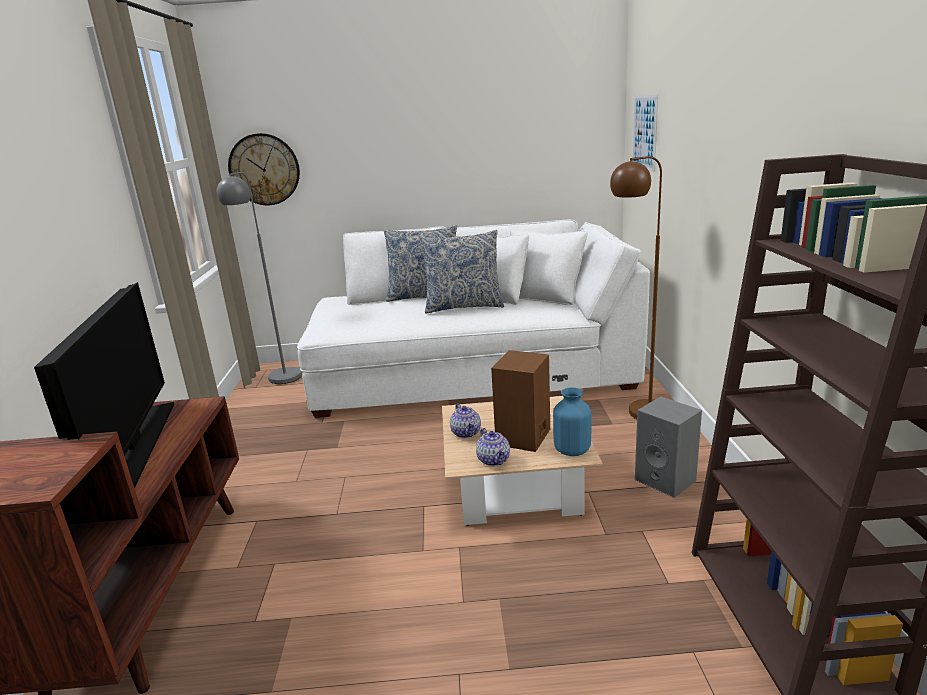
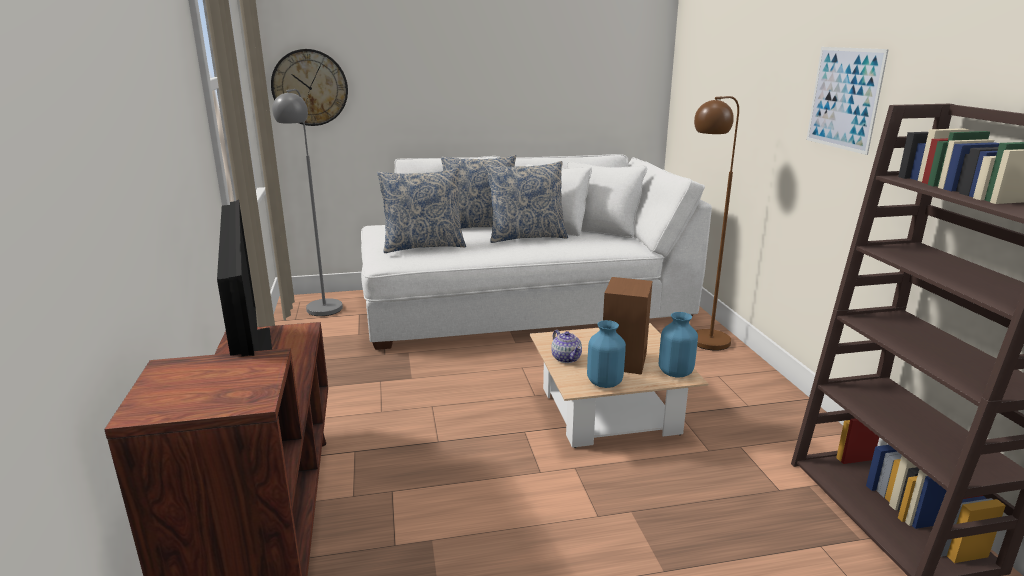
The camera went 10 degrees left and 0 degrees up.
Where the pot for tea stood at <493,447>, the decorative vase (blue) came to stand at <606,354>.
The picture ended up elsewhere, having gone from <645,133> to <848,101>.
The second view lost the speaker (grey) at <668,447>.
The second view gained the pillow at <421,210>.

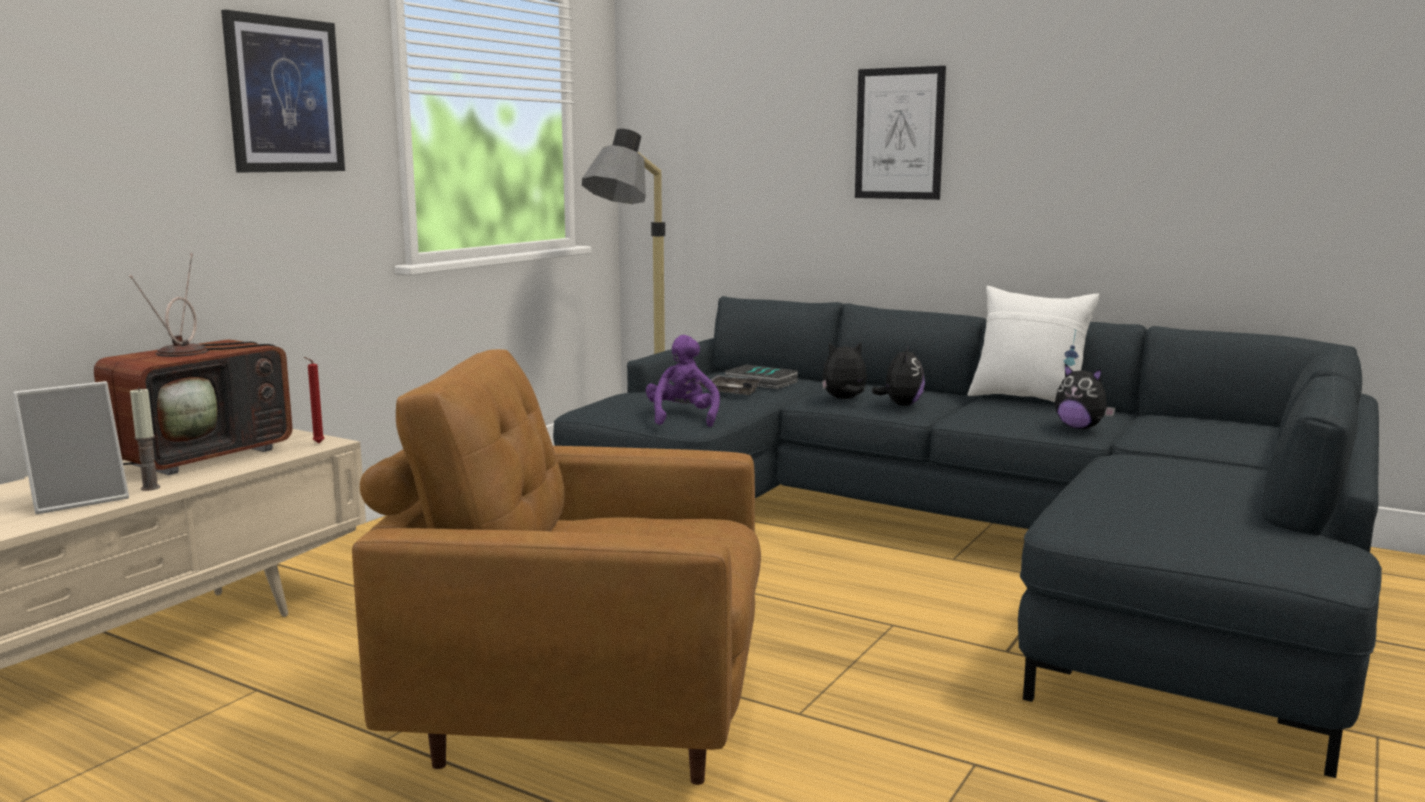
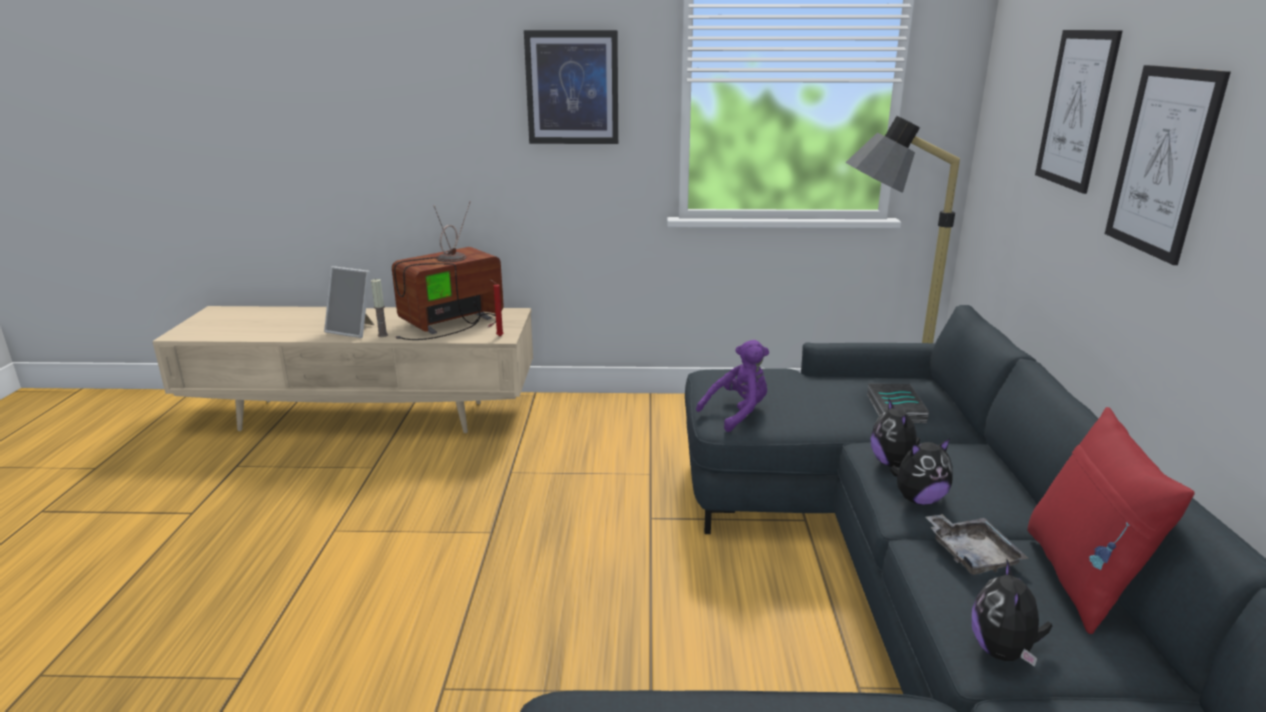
The camera went 60 degrees right and 10 degrees up.
The TV at <193,364> ended up facing another way, 135 degrees clockwise from before.
The second view lost the lounge chair (brownish) at <556,567>.
The serving tray (grey) ended up elsewhere, having gone from <730,385> to <976,544>.
The plush toy at <844,370> ended up facing another way, 150 degrees counterclockwise from before.
What was the pillow (whitish) at <1033,344> turned into the pillow (red) at <1111,520>.
The second view gained the picture at <1079,112>.

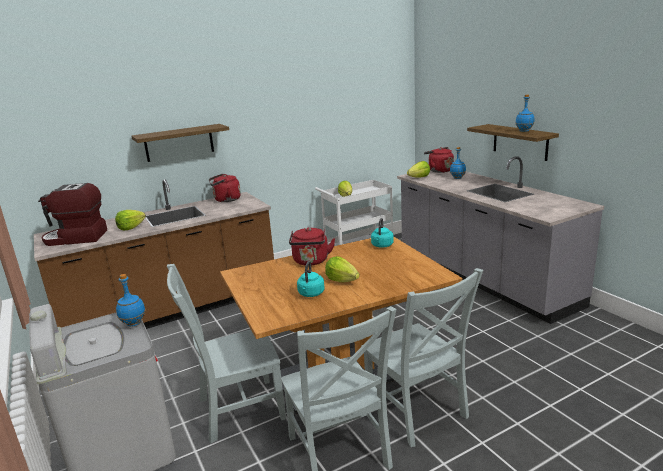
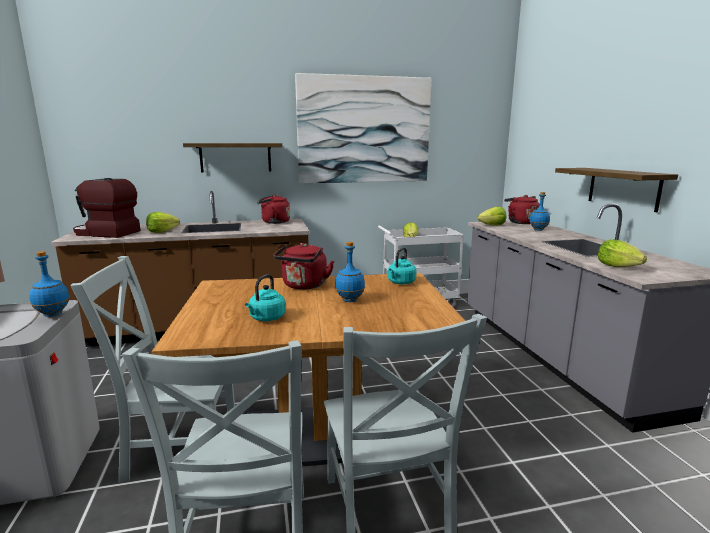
The camera went 15 degrees right and 5 degrees down.
The lettuce ended up elsewhere, having gone from <342,269> to <622,253>.
The drink bottle (blue) ended up elsewhere, having gone from <525,113> to <350,272>.
The second view gained the picture at <363,128>.

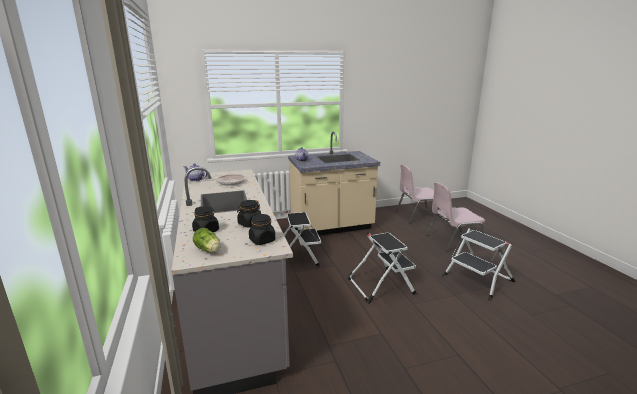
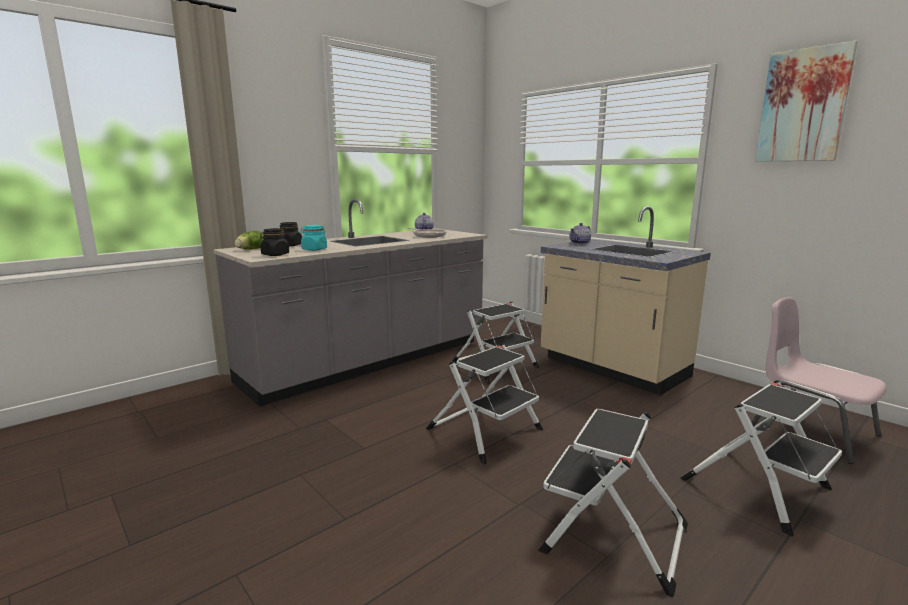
The camera went 65 degrees right and 5 degrees down.
What was the jar (blackish) at <249,213> turned into the jar (turquoise) at <313,238>.
Where the upright chair (pink) stood at <455,217>, the step ladder came to stand at <761,458>.
The second view gained the picture at <806,101>.

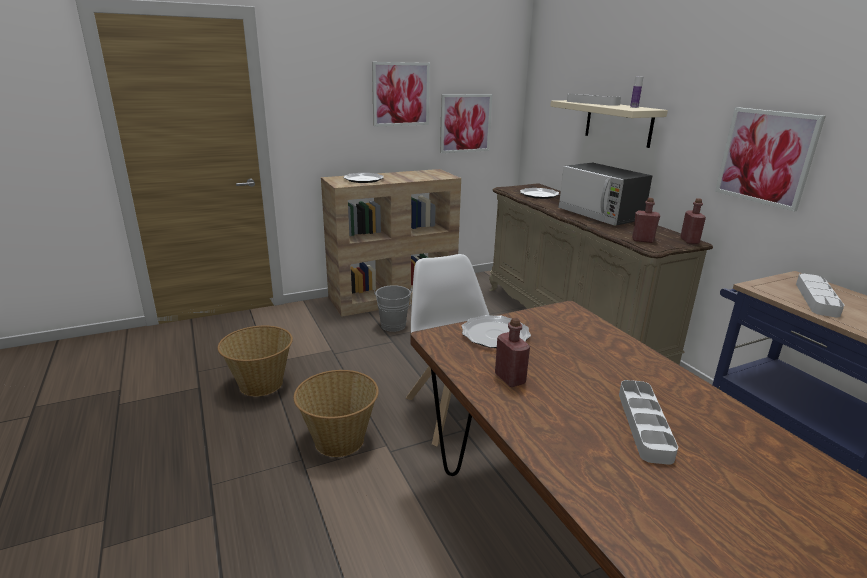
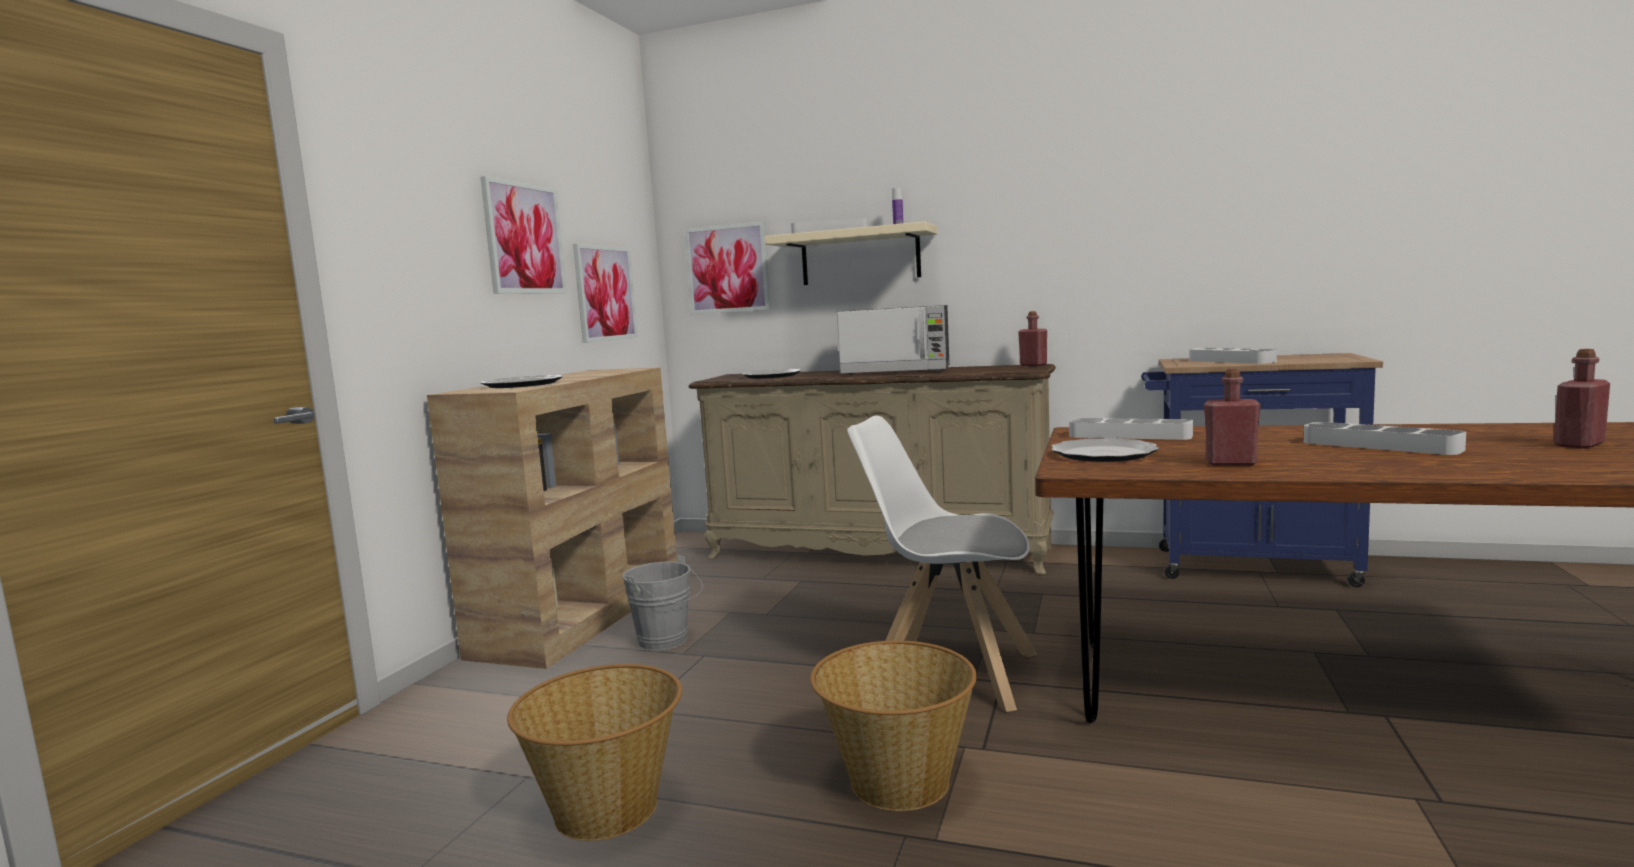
The camera went 45 degrees left and 15 degrees down.
The drink bottle (red) ended up elsewhere, having gone from <646,220> to <1582,399>.
The picture ended up elsewhere, having gone from <770,159> to <727,268>.
The second view gained the serving tray (grey) at <1131,429>.

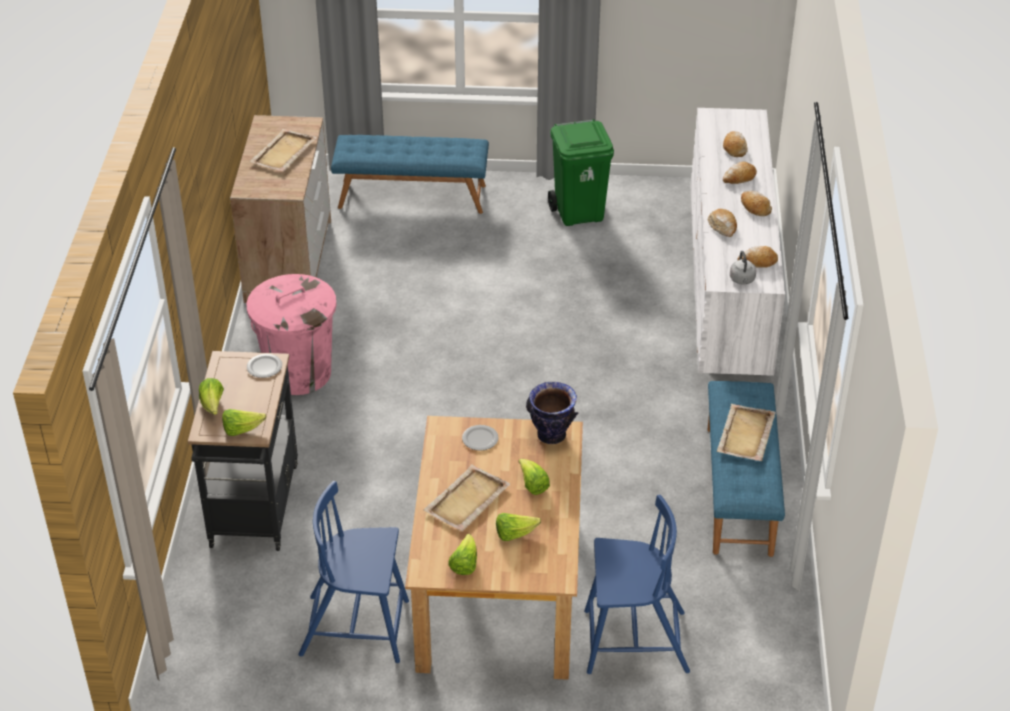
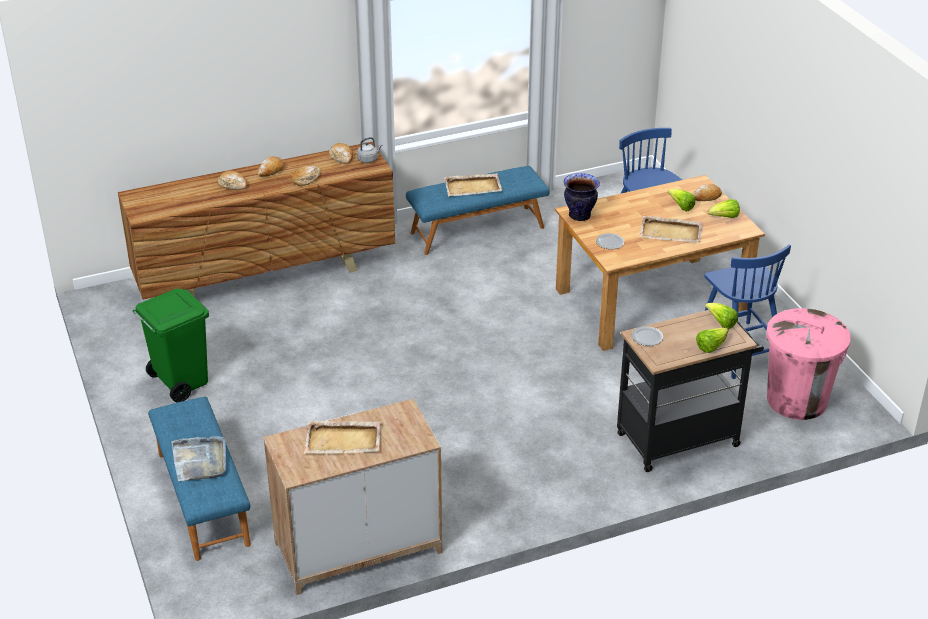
The camera went 115 degrees left and 5 degrees down.
The waste bin (pink) ended up elsewhere, having gone from <292,334> to <808,364>.
The second view lost the lettuce at <534,477>.
What was the storage cabinet (whitish) at <738,242> turned into the storage cabinet (brownish) at <256,221>.
The bread ended up elsewhere, having gone from <735,144> to <707,192>.
The second view gained the serving tray (grey) at <199,458>.

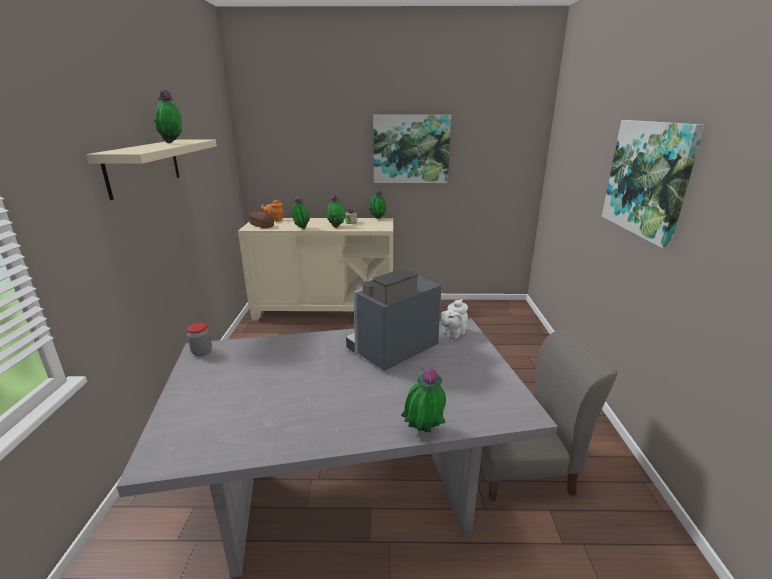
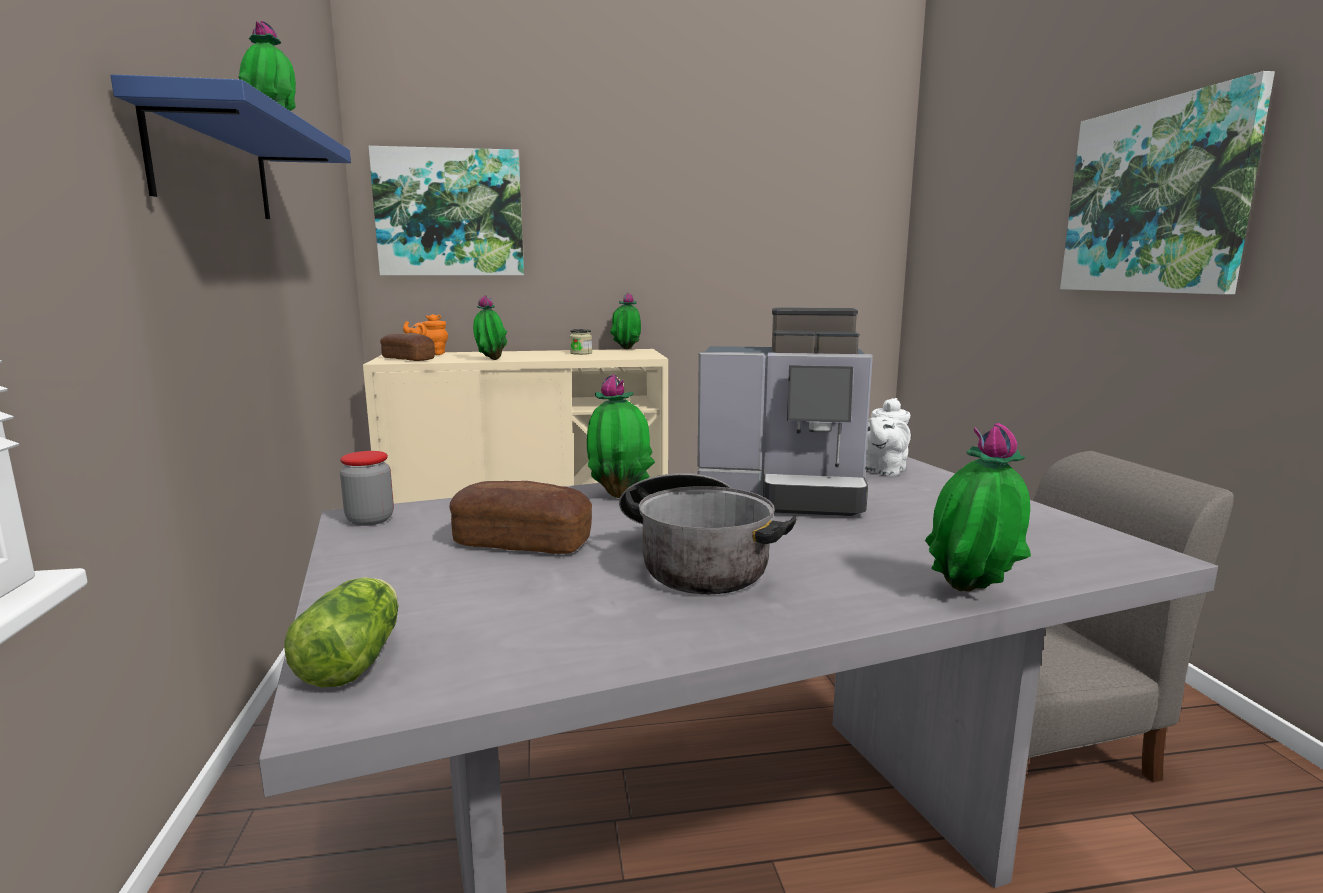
The camera went 10 degrees left and 10 degrees down.
What was the bracket shelf (beige-coloured) at <151,170> turned into the bracket shelf (blue) at <231,146>.
The plant in a pot ended up elsewhere, having gone from <336,211> to <621,436>.
The coffee brewer at <394,319> ended up facing another way, 120 degrees counterclockwise from before.
The picture ended up elsewhere, having gone from <412,149> to <446,210>.
The second view gained the lettuce at <341,632>.
The second view gained the bread at <520,517>.
The second view gained the stockpot at <707,533>.

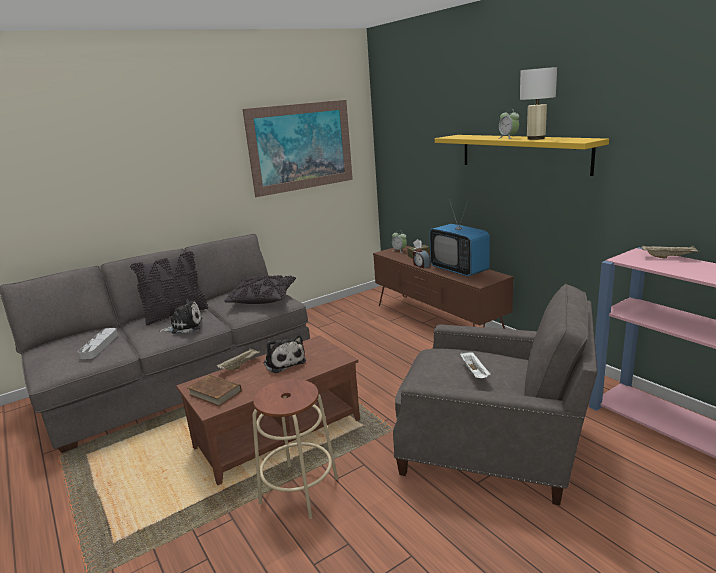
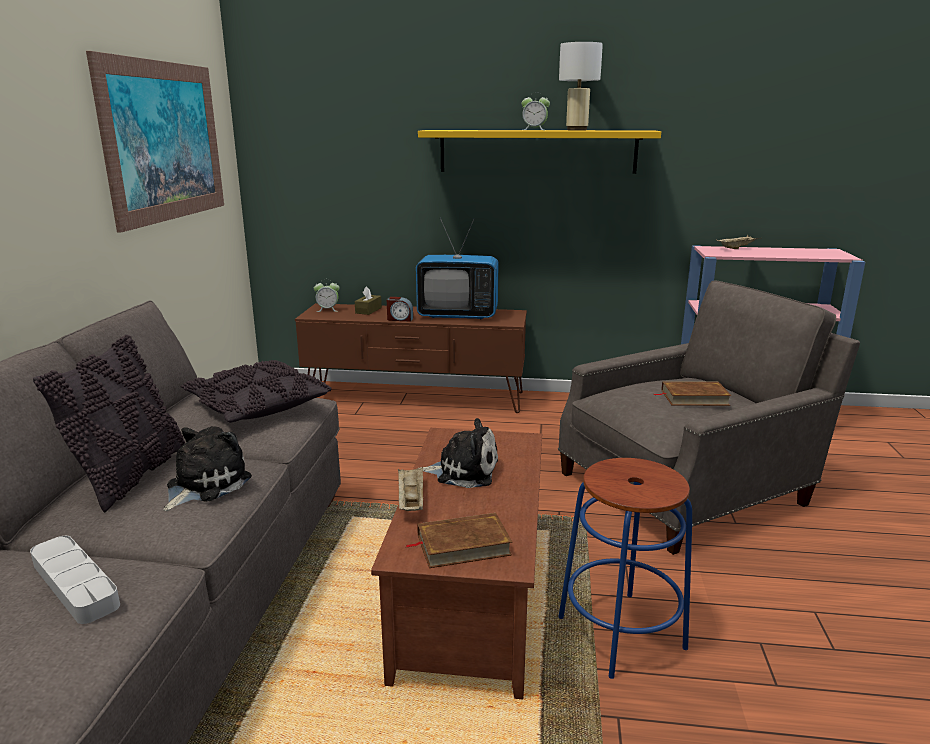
The camera went 50 degrees left and 0 degrees up.
What was the stool seat (beige-coloured) at <295,449> turned into the stool seat (blue) at <625,568>.
Where the serving tray (whitish) stood at <475,365>, the volume (brownish) came to stand at <693,393>.

